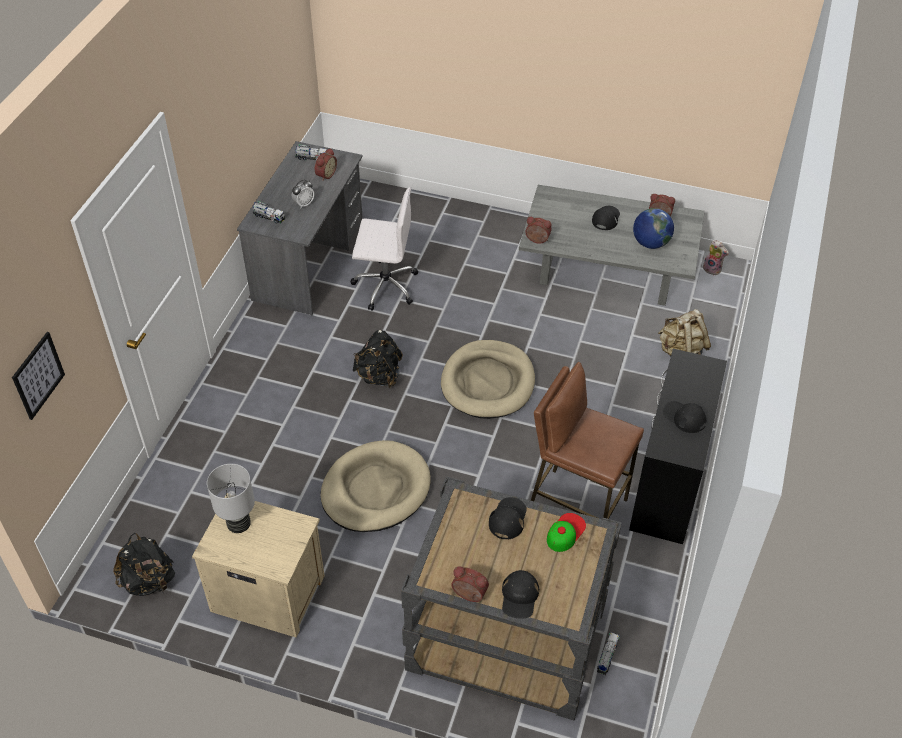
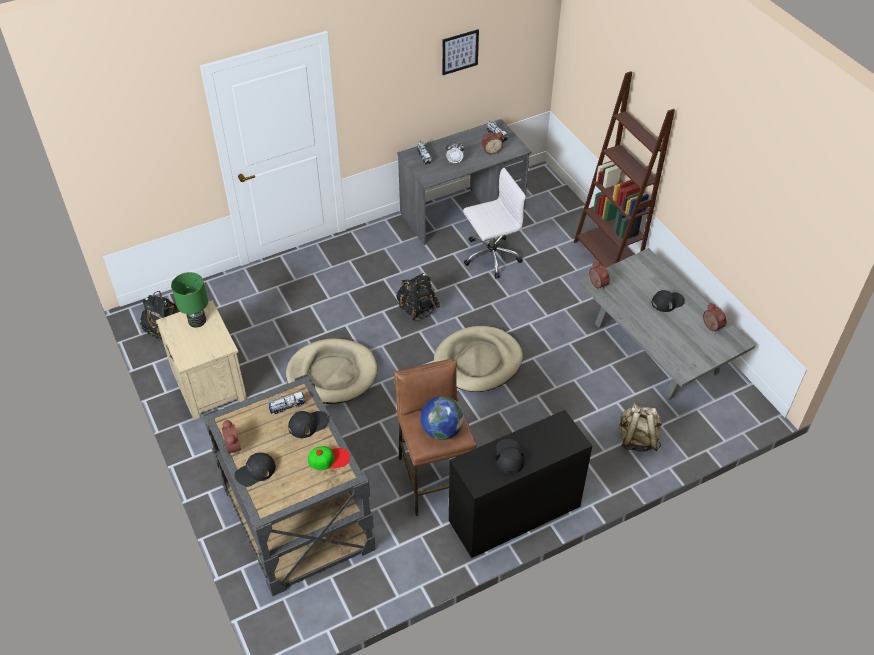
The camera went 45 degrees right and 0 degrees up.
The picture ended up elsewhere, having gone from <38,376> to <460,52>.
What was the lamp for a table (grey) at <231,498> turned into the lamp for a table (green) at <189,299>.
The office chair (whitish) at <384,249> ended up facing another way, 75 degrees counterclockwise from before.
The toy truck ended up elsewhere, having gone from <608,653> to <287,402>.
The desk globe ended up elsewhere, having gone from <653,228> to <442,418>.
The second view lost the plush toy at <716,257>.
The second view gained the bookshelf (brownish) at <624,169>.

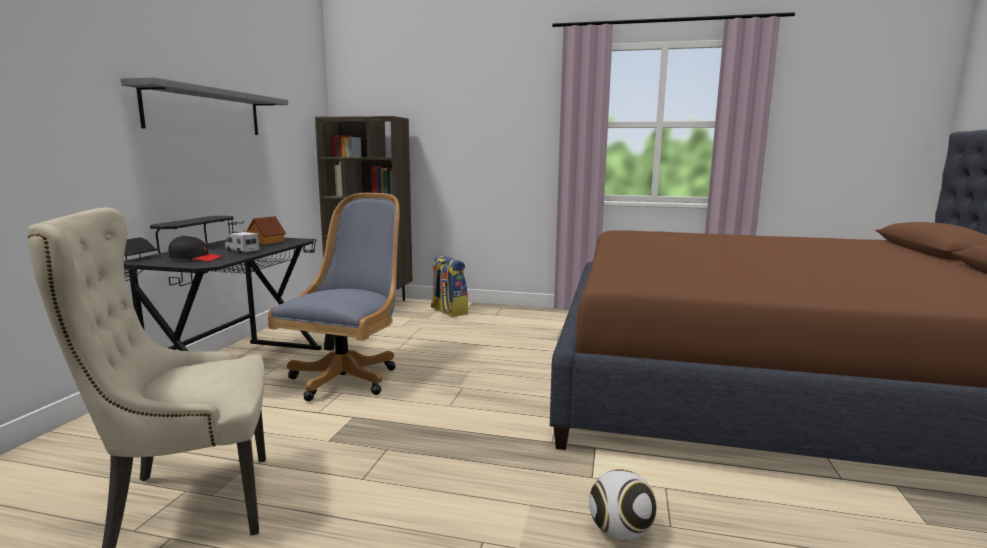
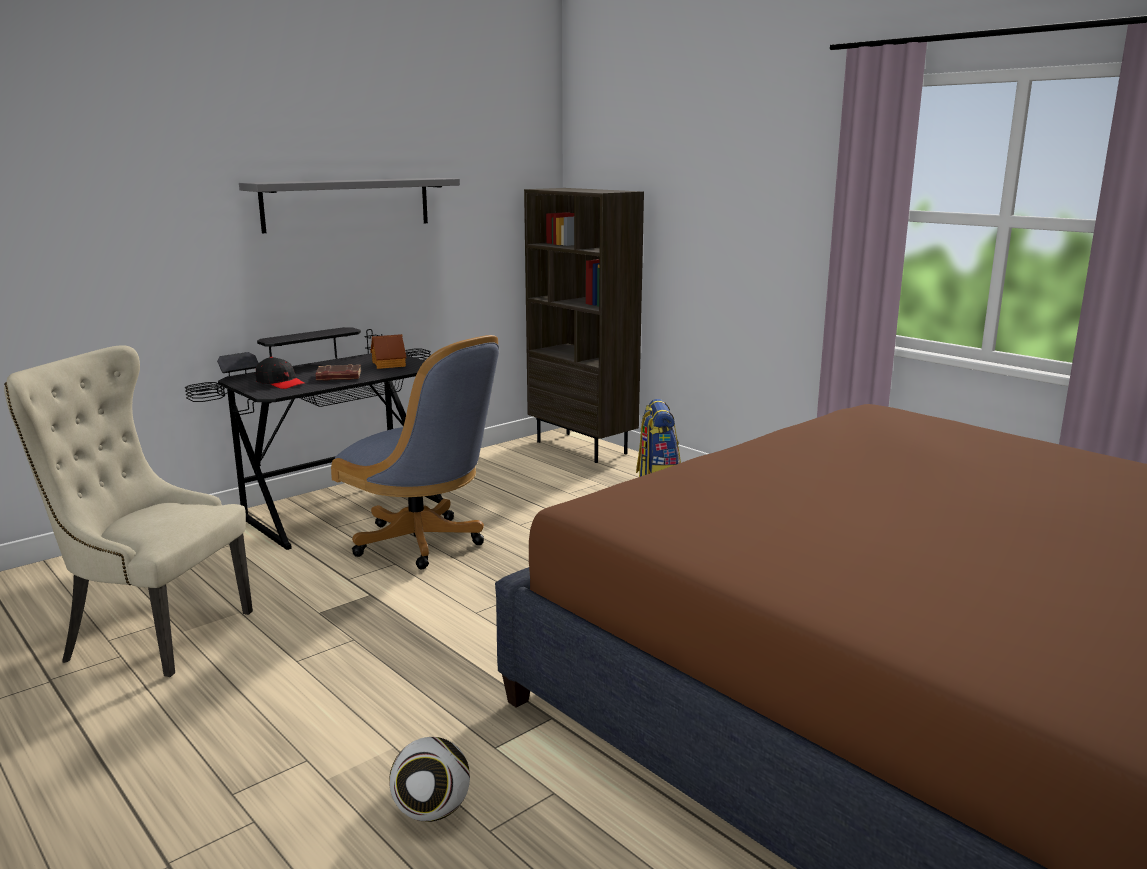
The camera went 35 degrees right and 5 degrees up.
Where the toy truck stood at <242,242>, the volume (brownish) came to stand at <338,372>.
The office chair (blue) at <334,297> ended up facing another way, 75 degrees clockwise from before.

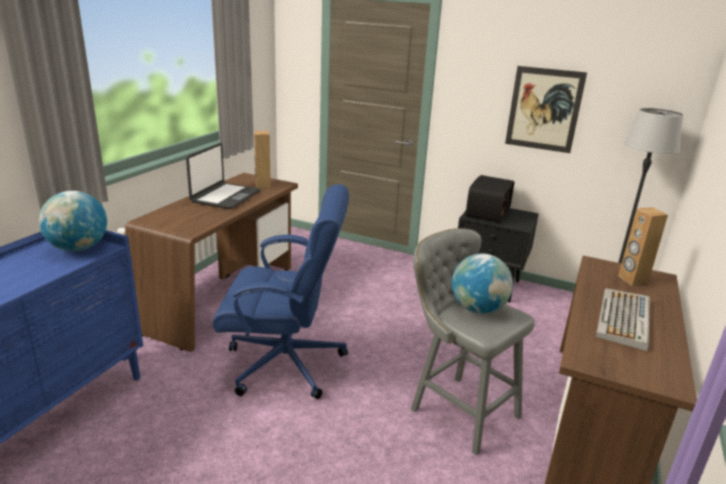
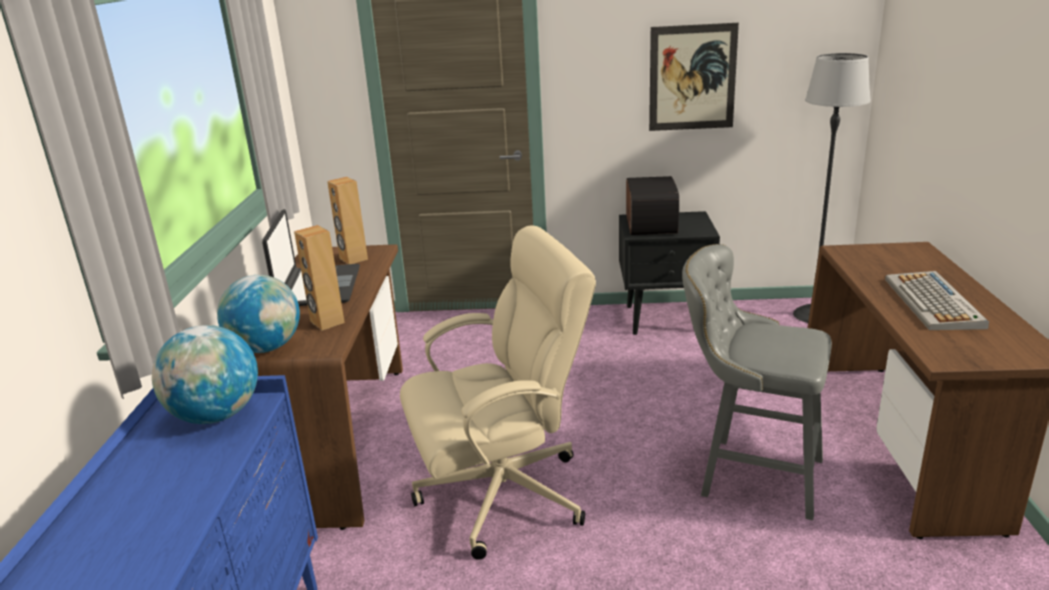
The camera went 20 degrees left and 0 degrees up.
What was the office chair (blue) at <281,291> turned into the office chair (beige-coloured) at <498,392>.
The desk globe ended up elsewhere, having gone from <482,283> to <258,314>.
The speaker (brownish) ended up elsewhere, having gone from <643,246> to <319,278>.

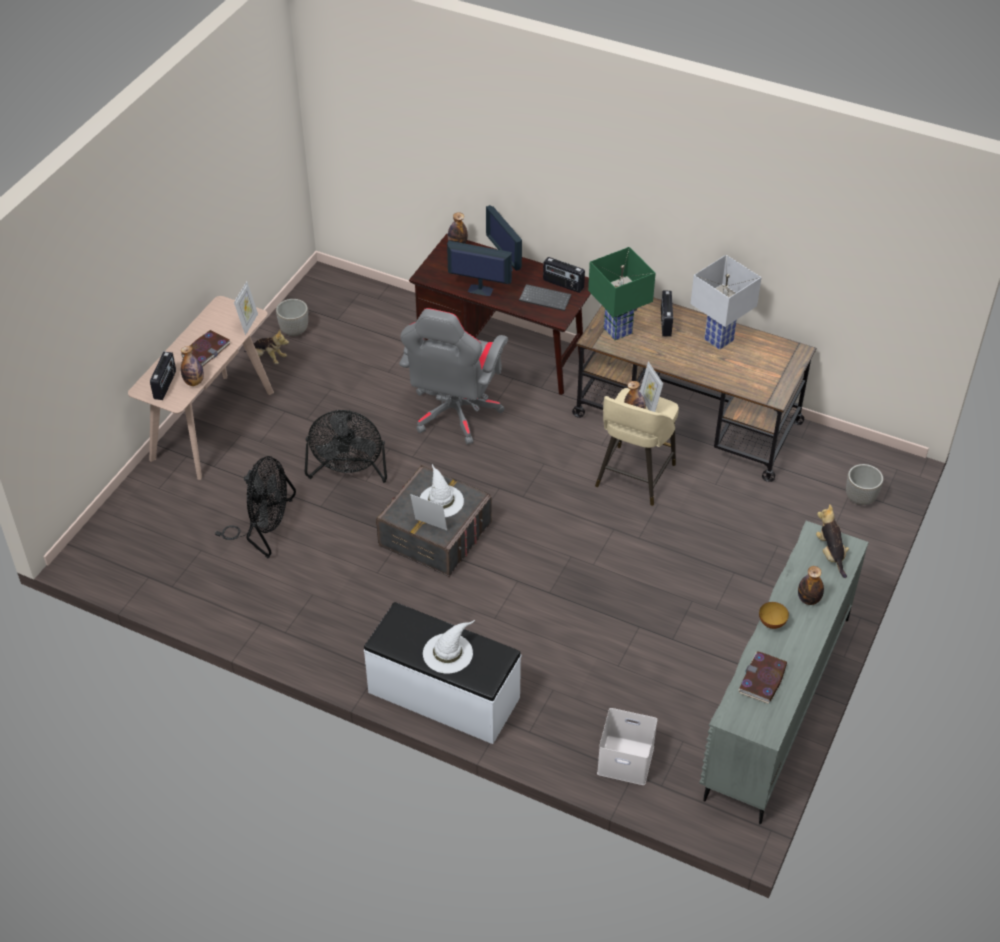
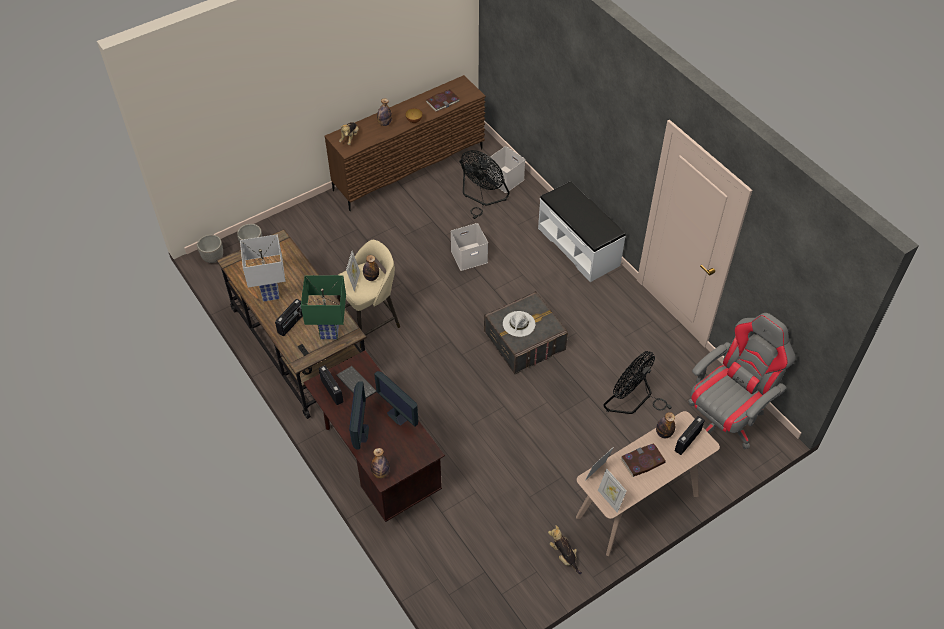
The camera went 150 degrees left and 5 degrees up.
The flower pot ended up elsewhere, having gone from <292,317> to <210,248>.
The electric fan (blackish) ended up elsewhere, having gone from <346,446> to <484,184>.
The office chair (grey) ended up elsewhere, having gone from <453,376> to <742,381>.
The standing frame ended up elsewhere, having gone from <428,512> to <612,490>.
The second view lost the hat (whitish) at <449,646>.
What was the dresser (grey) at <784,672> turned into the dresser (brownish) at <405,143>.
The second view gained the storage container (whitish) at <469,247>.

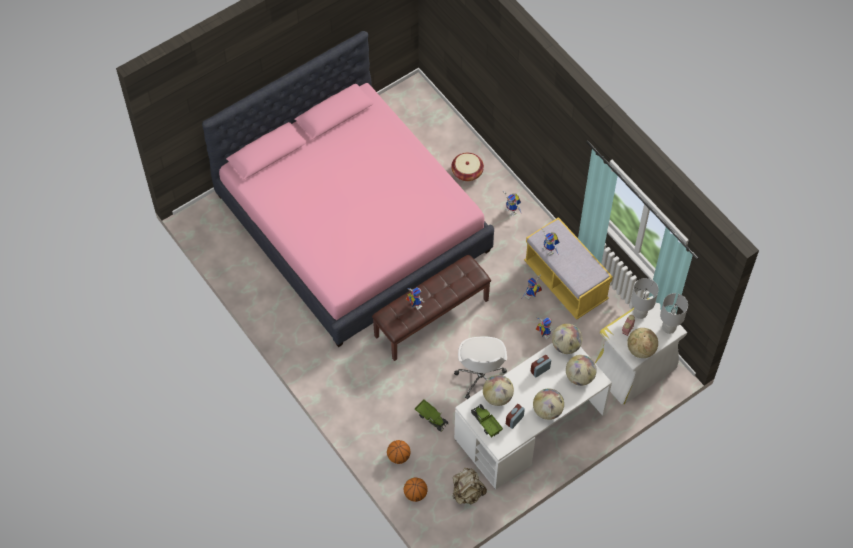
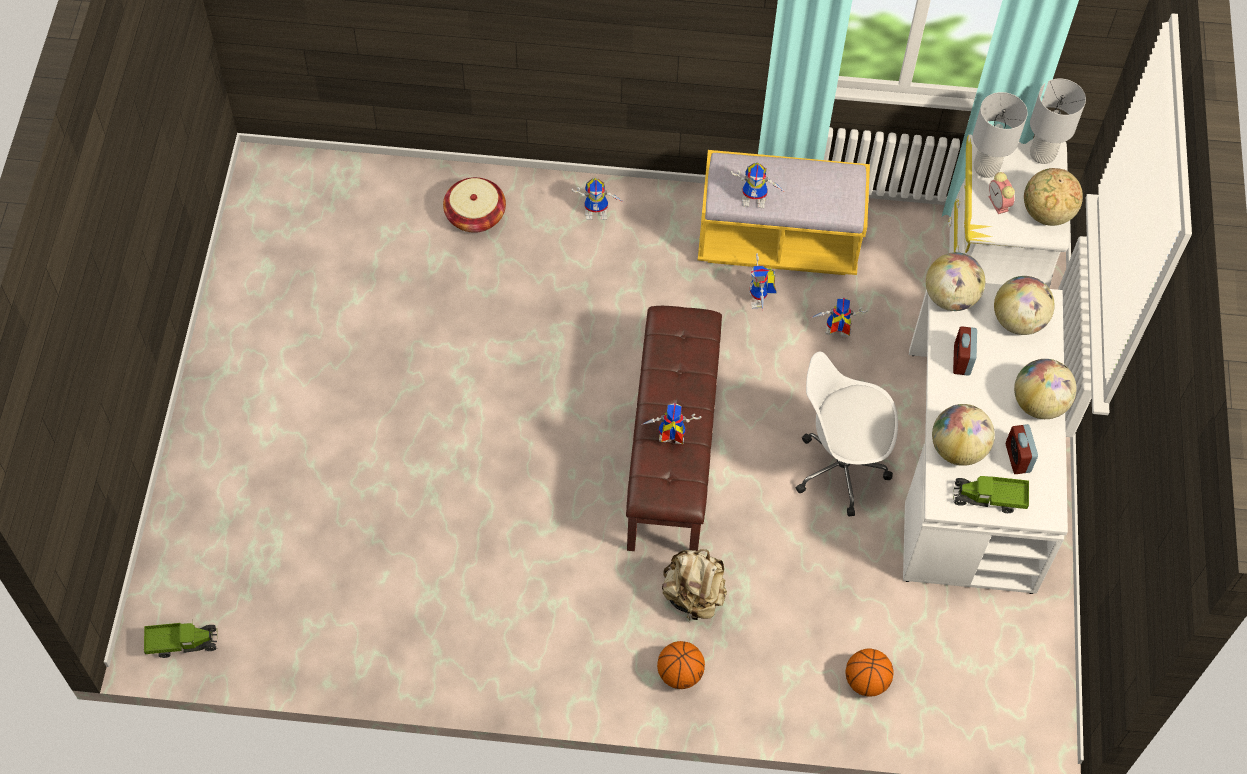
The camera went 50 degrees left and 0 degrees up.
The second view lost the bedroom bed (pink) at <348,189>.
The basketball ended up elsewhere, having gone from <416,490> to <681,665>.
The toy truck ended up elsewhere, having gone from <431,415> to <180,638>.
The knapsack (beige-coloured) ended up elsewhere, having gone from <470,486> to <694,585>.
The office chair (whitish) at <480,368> ended up facing another way, 150 degrees clockwise from before.

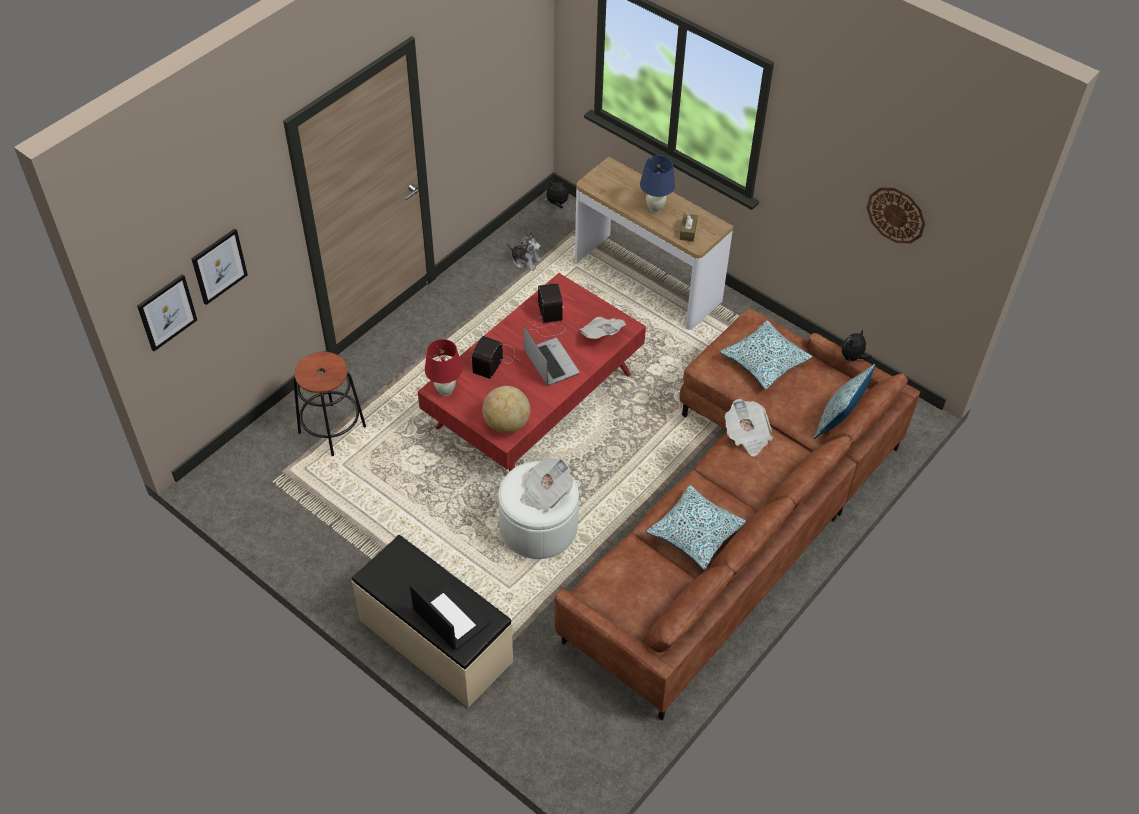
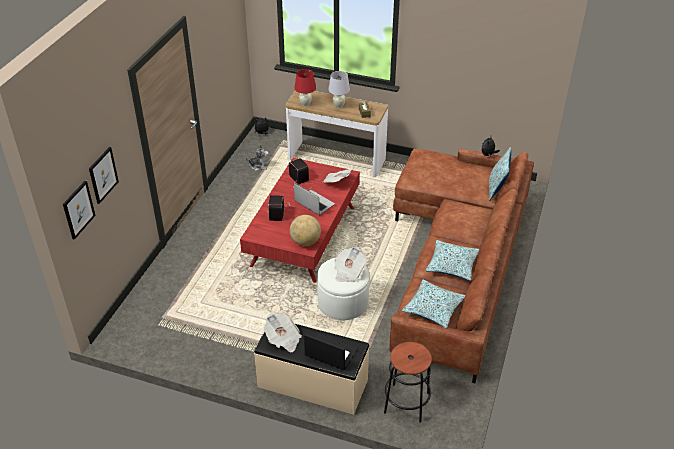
The camera went 20 degrees left and 10 degrees down.
The stool seat (blackish) ended up elsewhere, having gone from <330,404> to <408,382>.
The lamp for a table (red) ended up elsewhere, having gone from <443,367> to <305,88>.
What was the lamp for a table (blue) at <657,184> turned into the lamp for a table (whitish) at <339,89>.
The pillow ended up elsewhere, having gone from <766,355> to <433,304>.
The printed paper ended up elsewhere, having gone from <749,427> to <283,333>.
The second view lost the hanging clock at <896,215>.

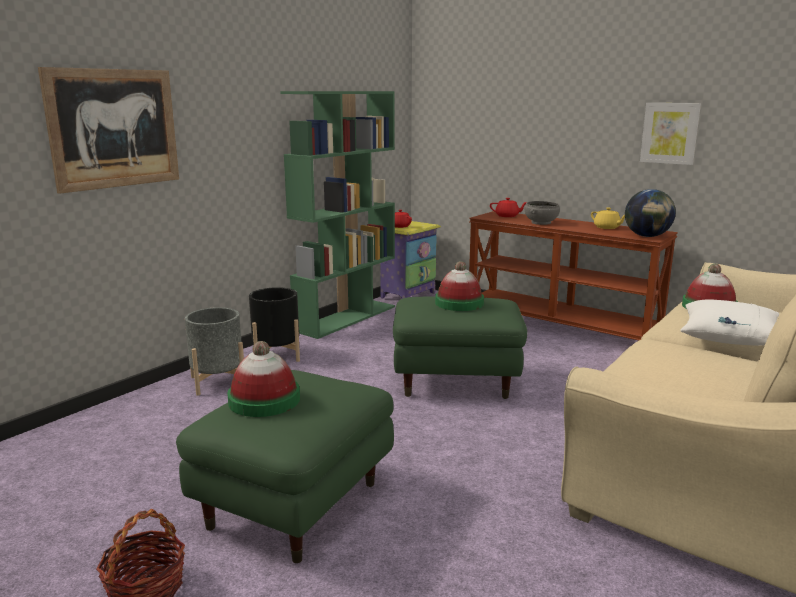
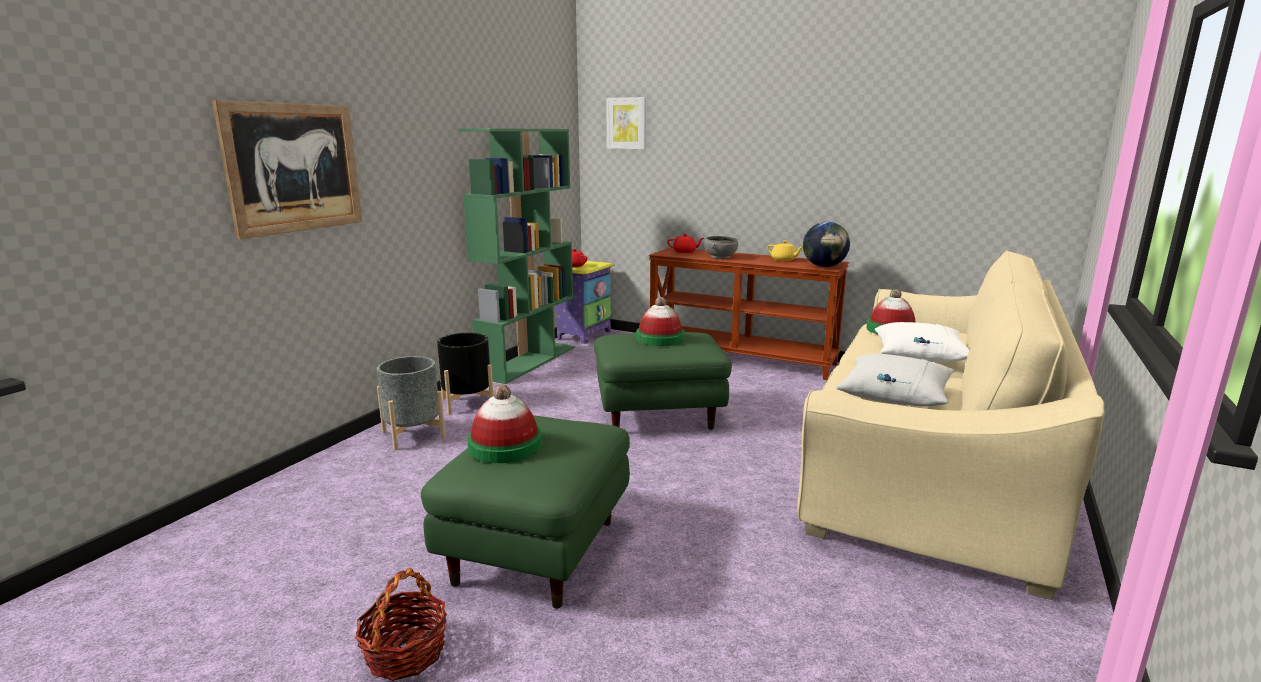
The camera went 10 degrees left and 0 degrees up.
The picture ended up elsewhere, having gone from <670,134> to <626,123>.
The second view gained the pillow (grey) at <895,379>.

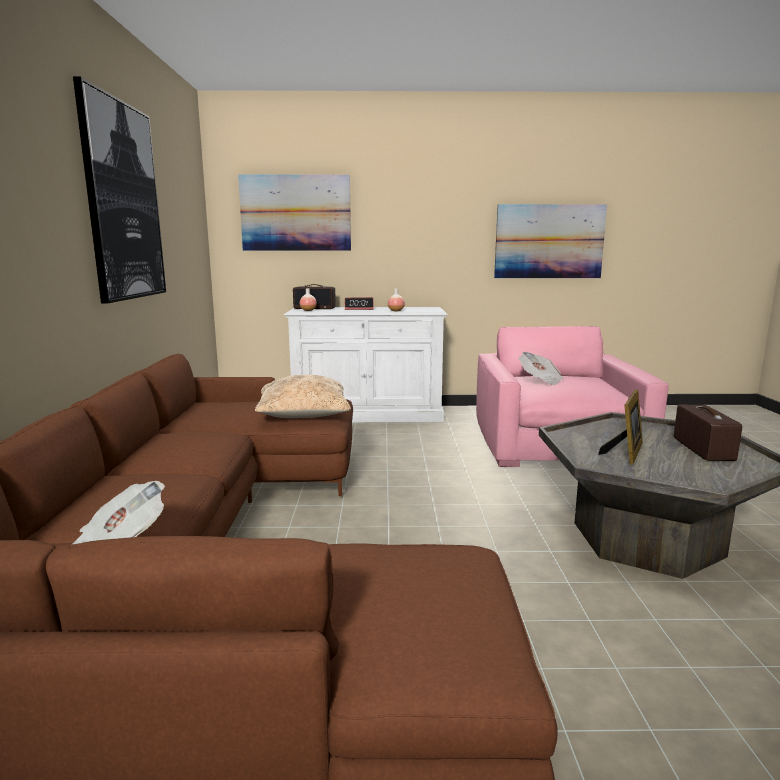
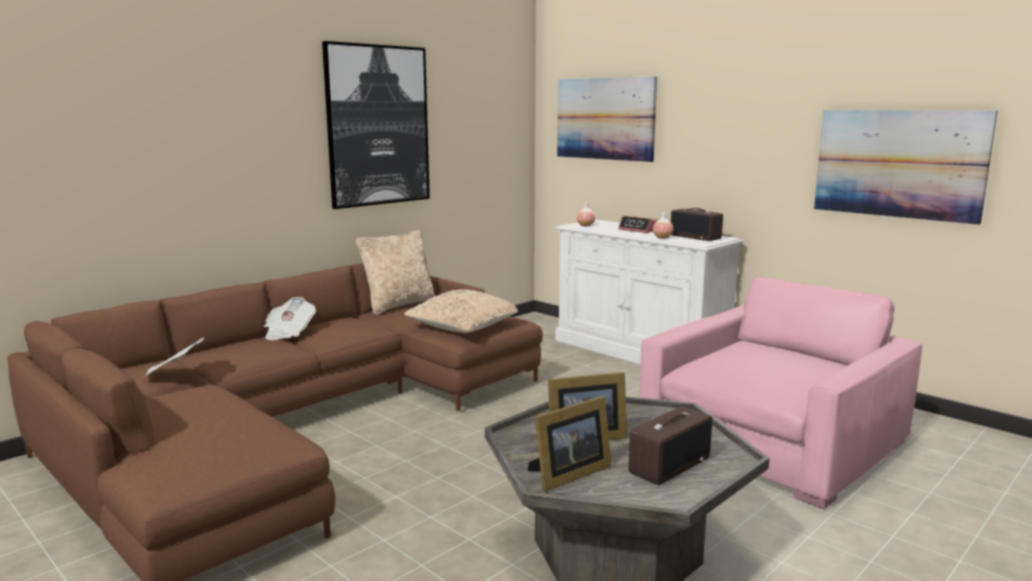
The camera went 45 degrees right and 0 degrees up.
The radio set ended up elsewhere, having gone from <314,296> to <697,224>.
The printed paper ended up elsewhere, having gone from <541,368> to <290,318>.
The second view gained the pillow (beige-coloured) at <395,272>.
The second view gained the standing frame at <570,444>.

